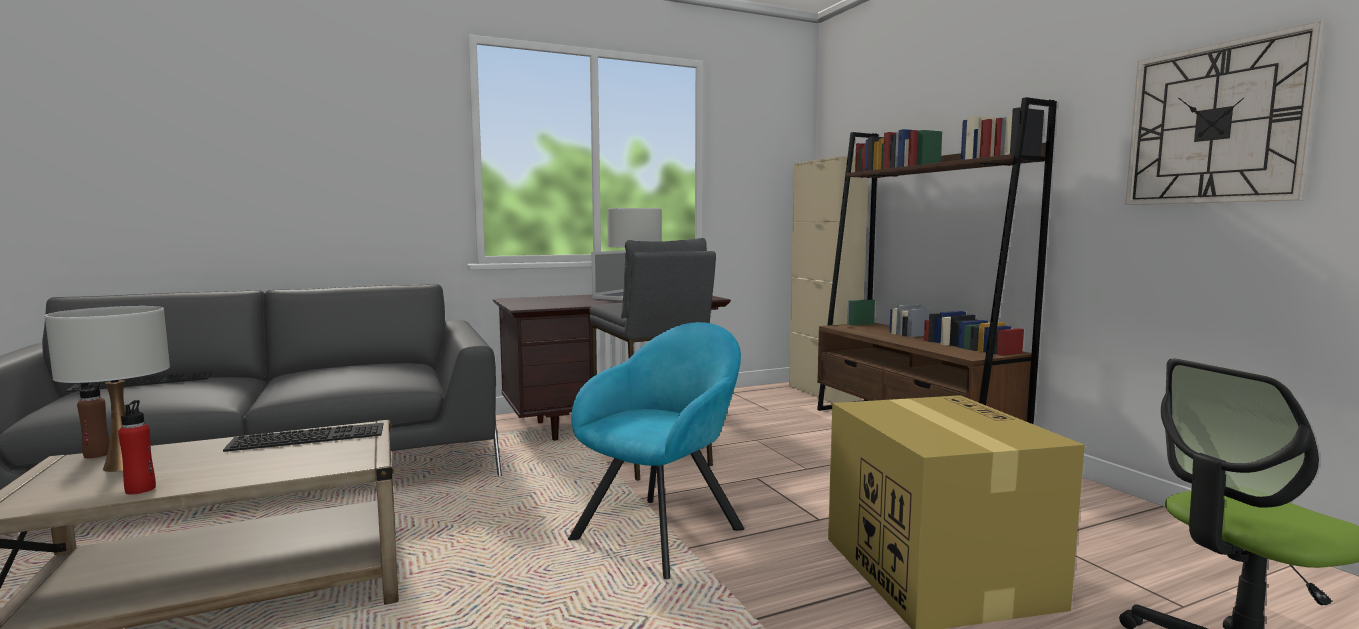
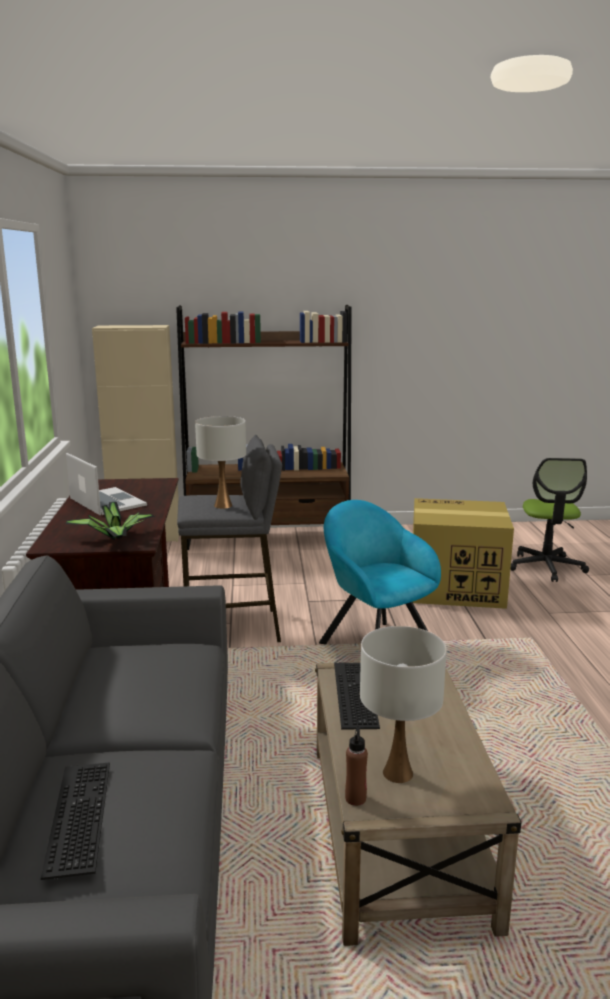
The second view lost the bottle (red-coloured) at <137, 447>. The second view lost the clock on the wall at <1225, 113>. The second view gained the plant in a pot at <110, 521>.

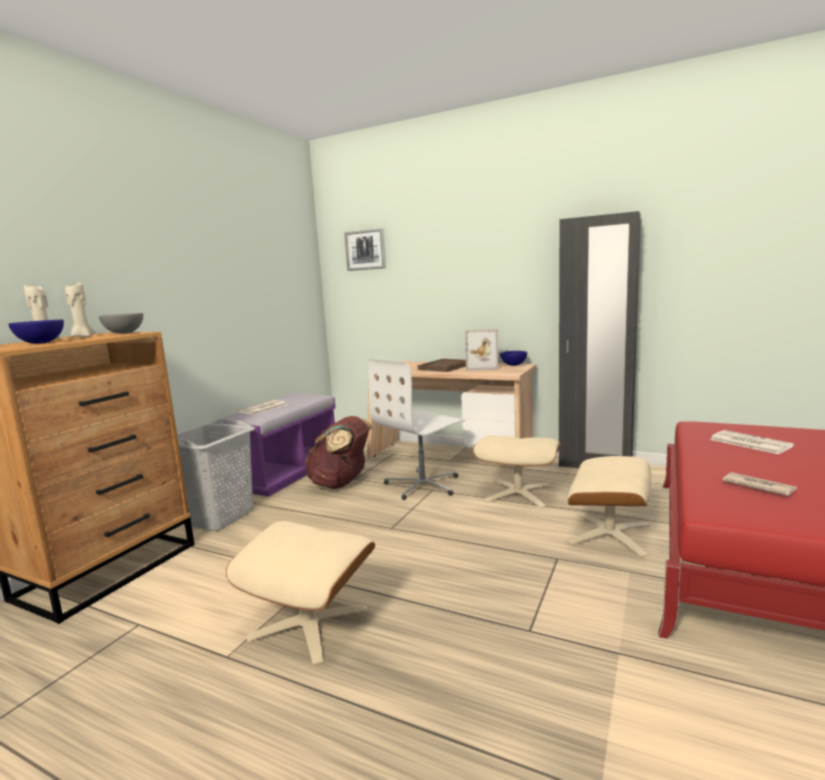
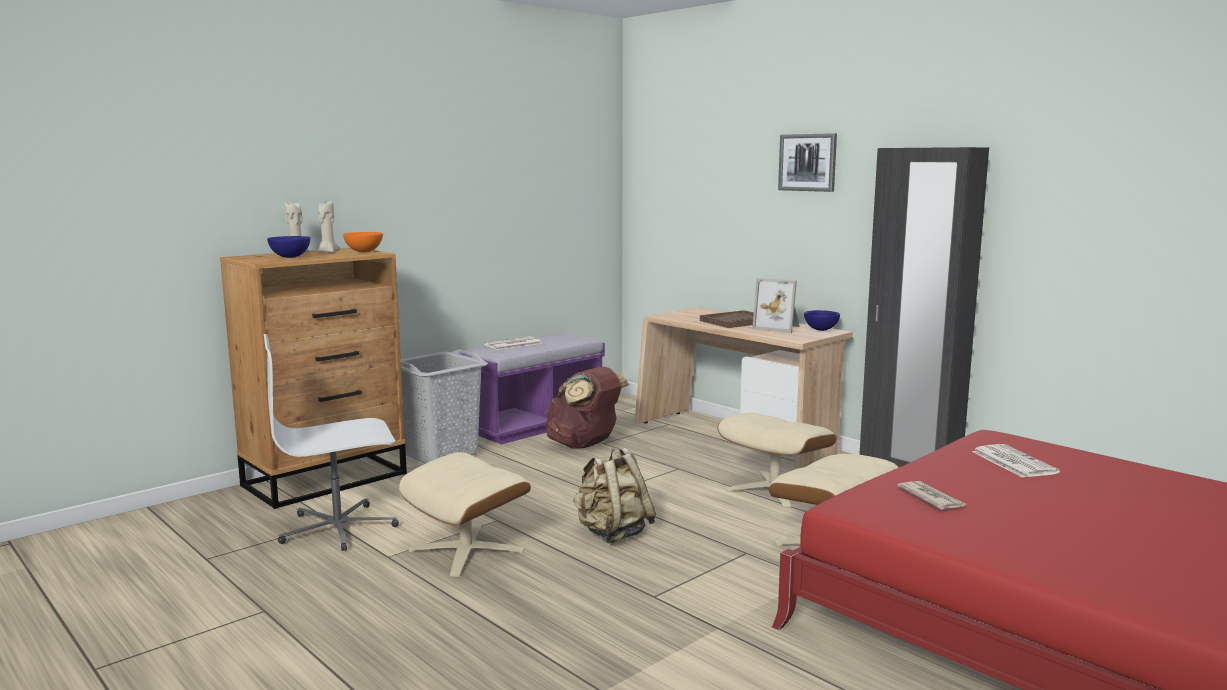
The second view gained the backpack (beige) at <614, 495>. The picture ended up elsewhere, having gone from <365, 249> to <807, 162>. The desk chair (white) ended up elsewhere, having gone from <416, 429> to <331, 442>. What was the bowl (greyish) at <121, 323> turned into the bowl (orangey) at <363, 242>.

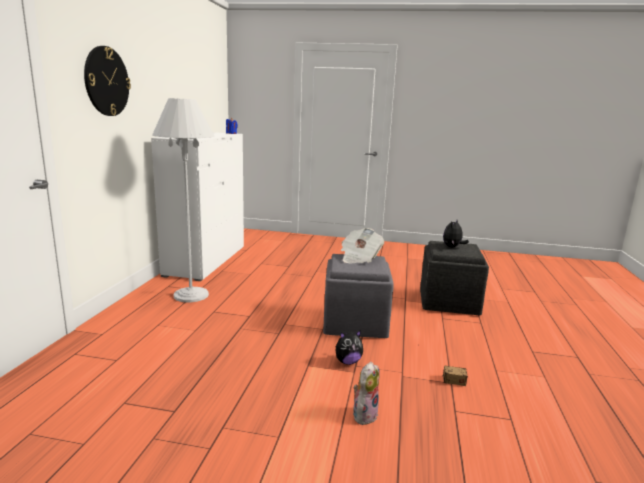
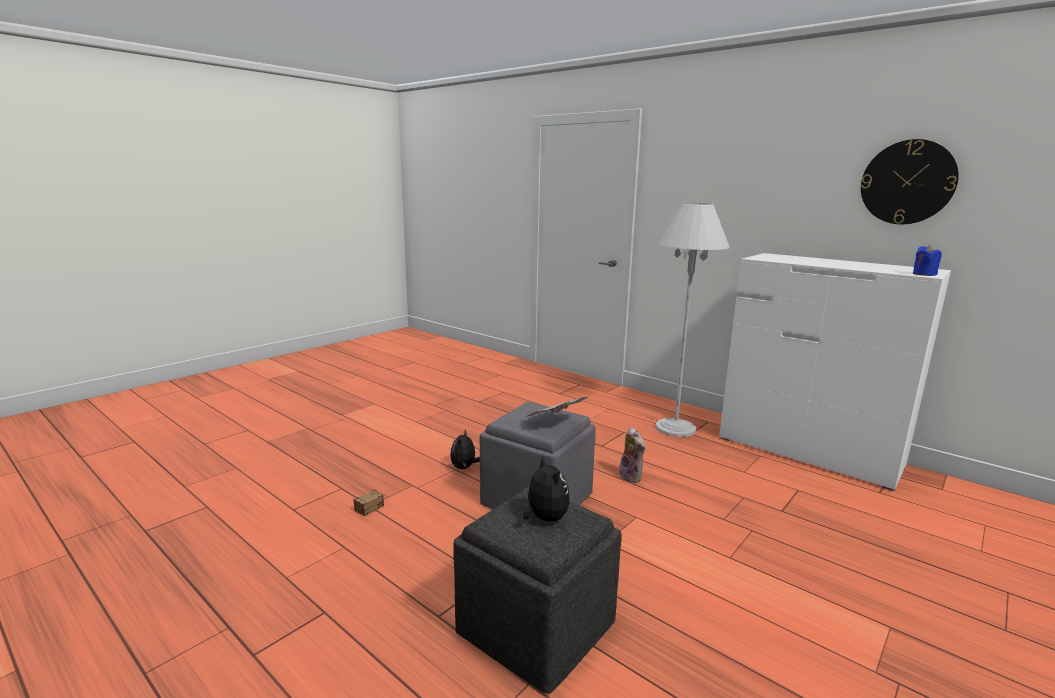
The clock on the wall ended up elsewhere, having gone from <107, 81> to <910, 181>. The plush toy ended up elsewhere, having gone from <366, 393> to <632, 455>.

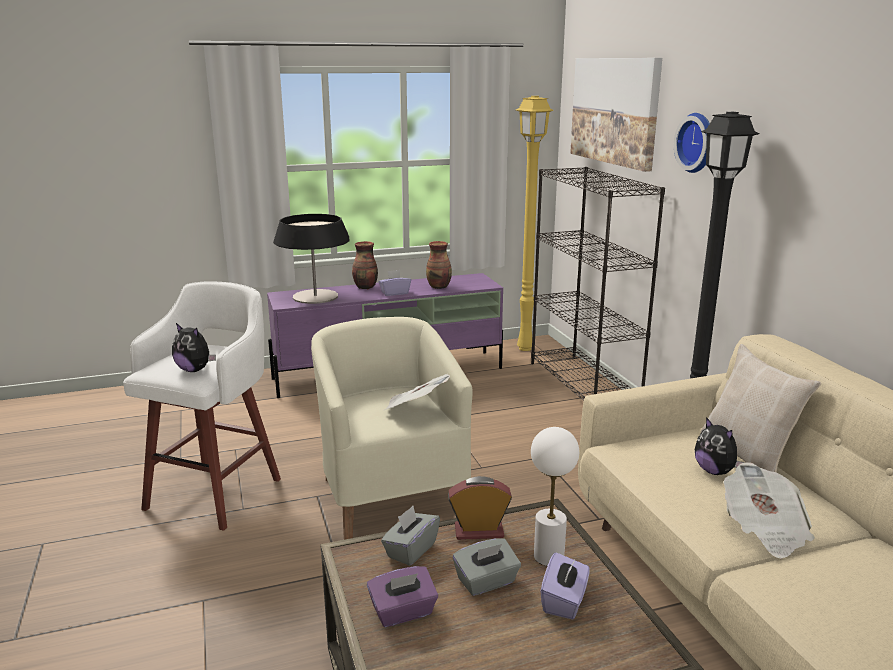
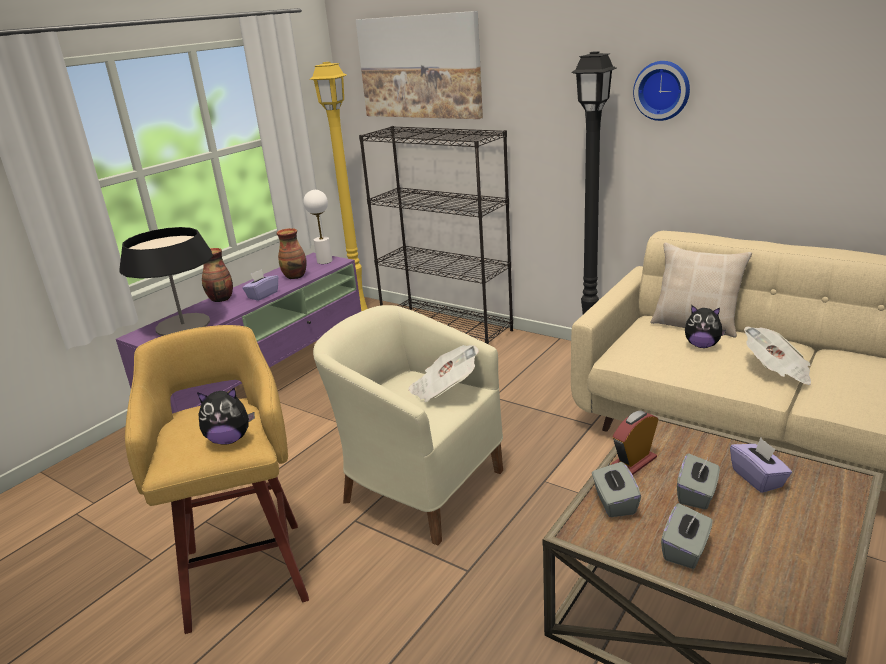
The lamp for a table (white) ended up elsewhere, having gone from <555, 496> to <317, 227>. The clock on the wall ended up elsewhere, having gone from <692, 143> to <661, 91>. What was the stool seat (white) at <202, 406> turned into the stool seat (yellowish) at <217, 479>. What was the box of tissues (purplish) at <402, 596> turned into the box of tissues (greyish) at <686, 536>.

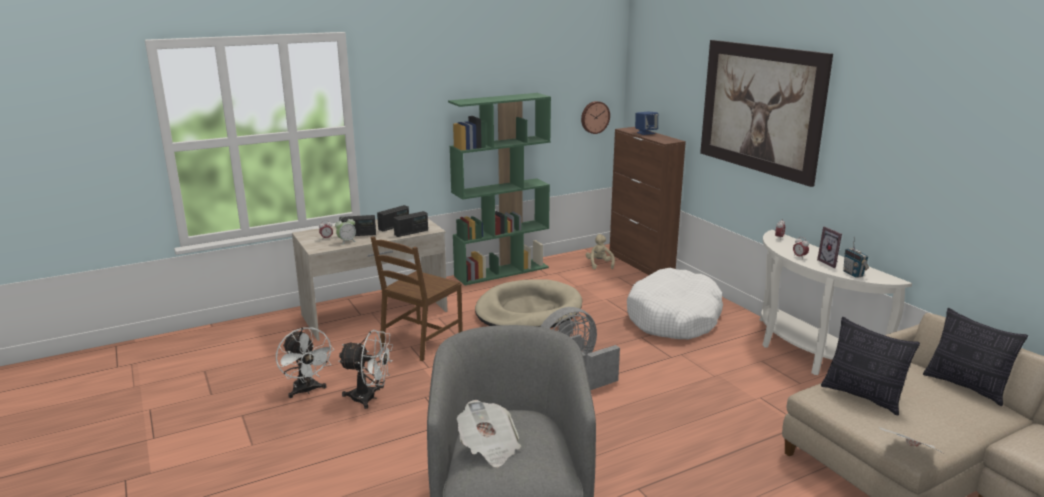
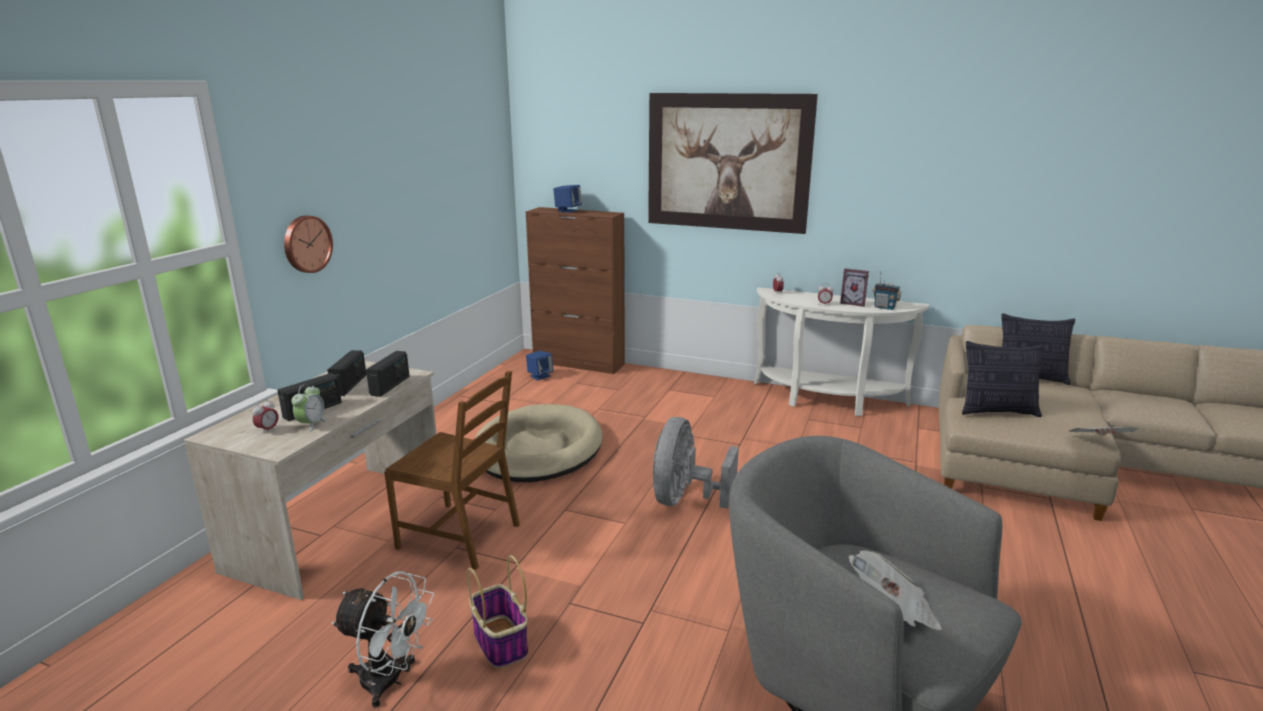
The second view lost the bookcase (greenish) at <499, 189>. The second view lost the dog bed (white) at <675, 303>. The clock on the wall ended up elsewhere, having gone from <595, 117> to <308, 244>. Where the cooling fan (white) stood at <365, 369>, the storage basket came to stand at <497, 611>. Where the plush toy (beige) stood at <600, 252>, the speaker (blue) came to stand at <540, 365>. The upright chair (brownish) at <416, 299> ended up facing another way, 60 degrees counterclockwise from before.

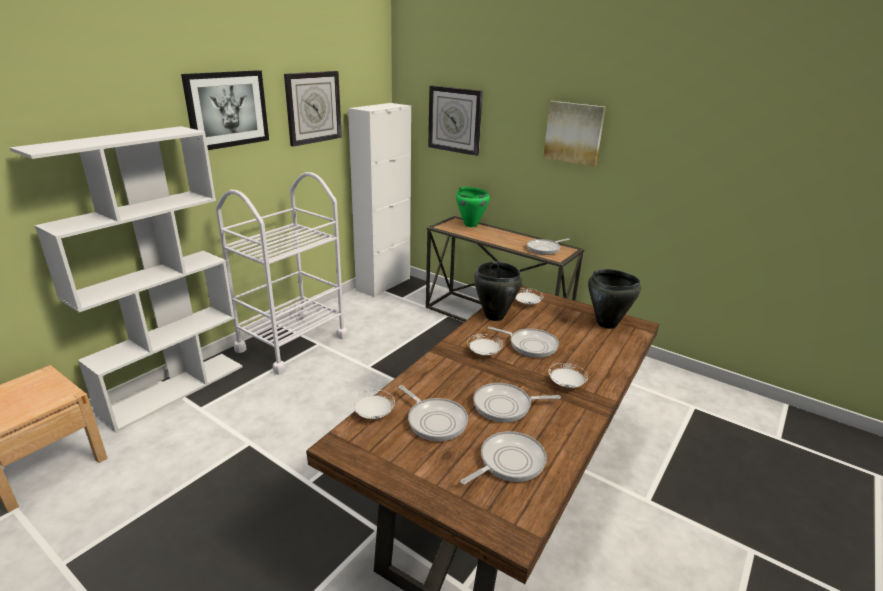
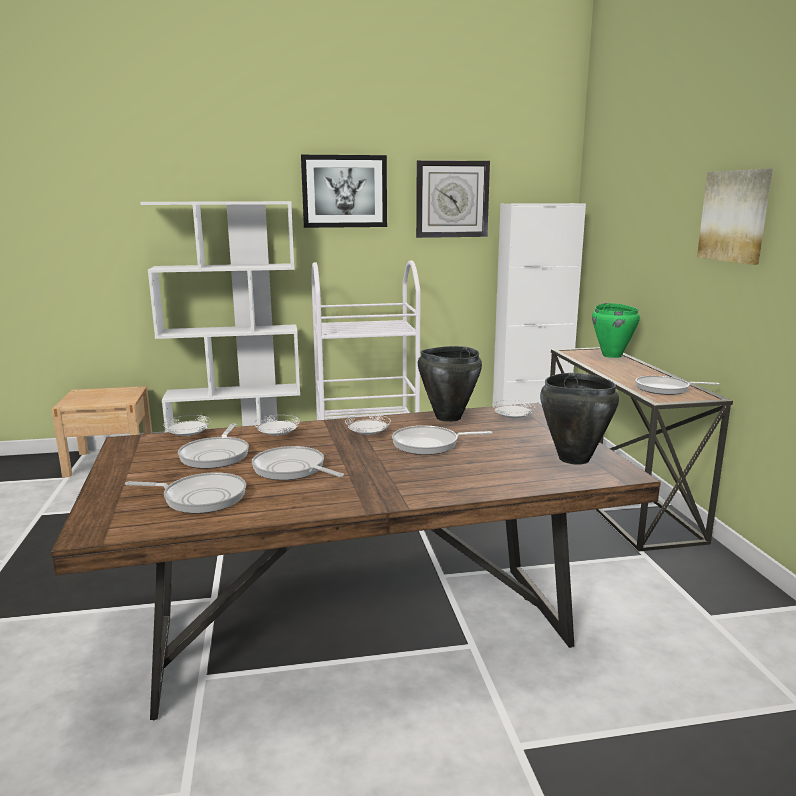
The second view lost the clock on the wall at <455, 121>. The flat dish (white) ended up elsewhere, having gone from <568, 375> to <277, 425>. The skillet at <523, 342> ended up facing another way, 105 degrees clockwise from before.

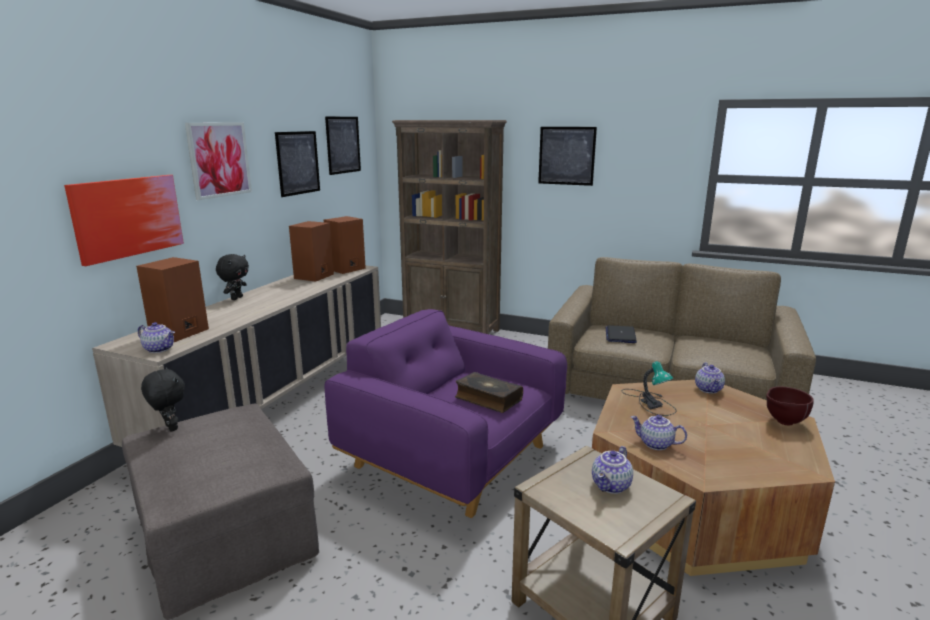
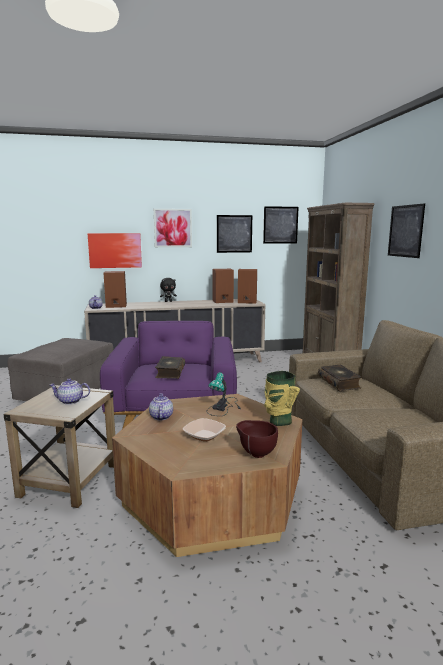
The second view lost the plush toy (black) at <163, 399>. The second view gained the bowl at <204, 430>. Where the portable computer stood at <621, 334>, the book came to stand at <339, 378>. Where the teapot stood at <710, 377>, the decorative vase came to stand at <282, 398>.

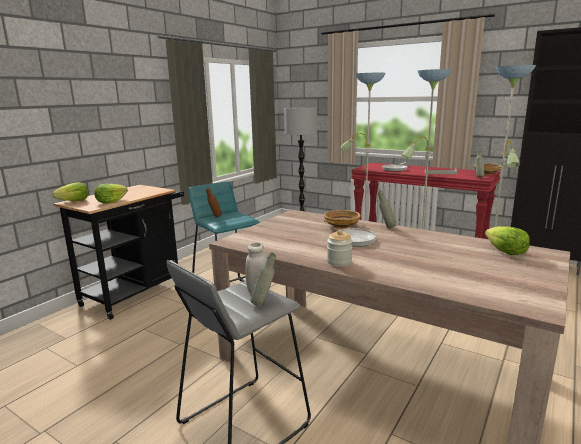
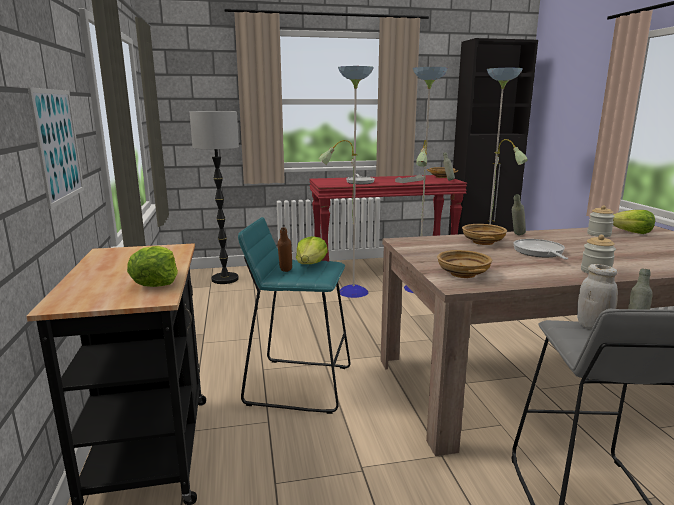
The second view gained the picture at <56, 148>. The second view gained the bowl (beige) at <464, 264>. The second view gained the preserve jar at <601, 221>. The lettuce head ended up elsewhere, having gone from <70, 191> to <312, 250>.

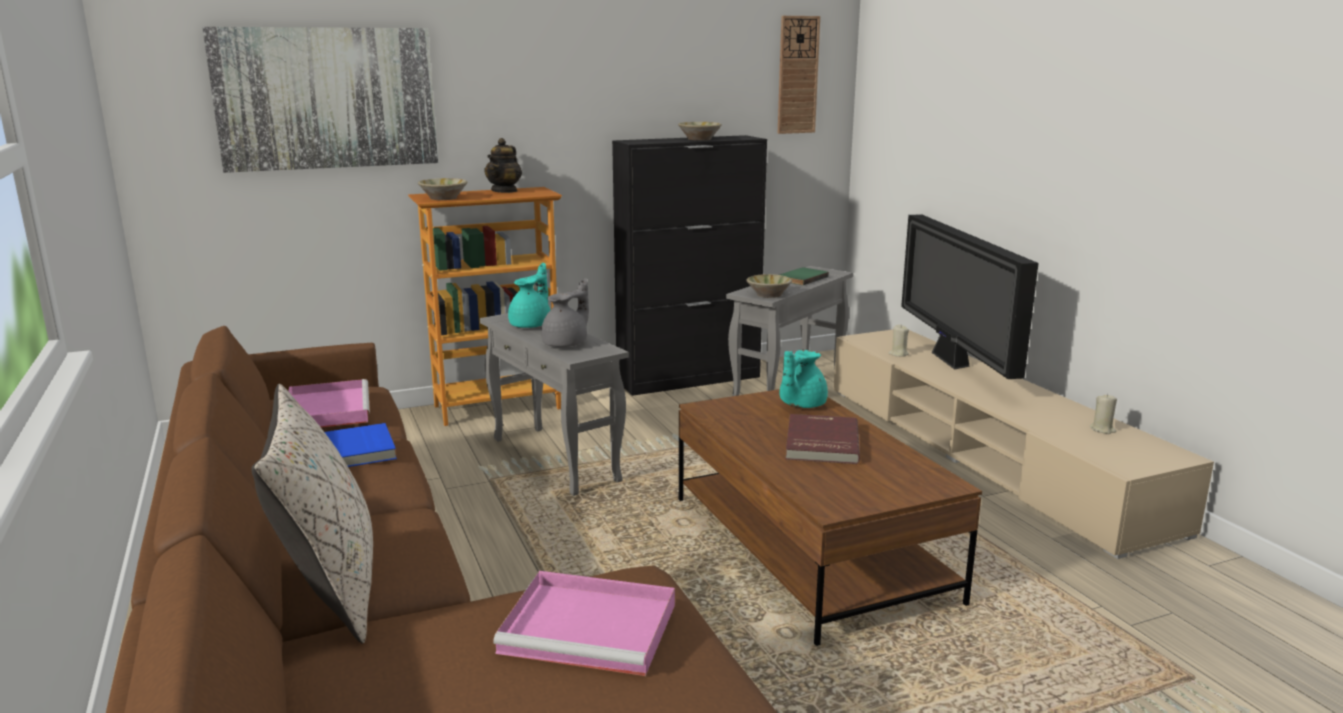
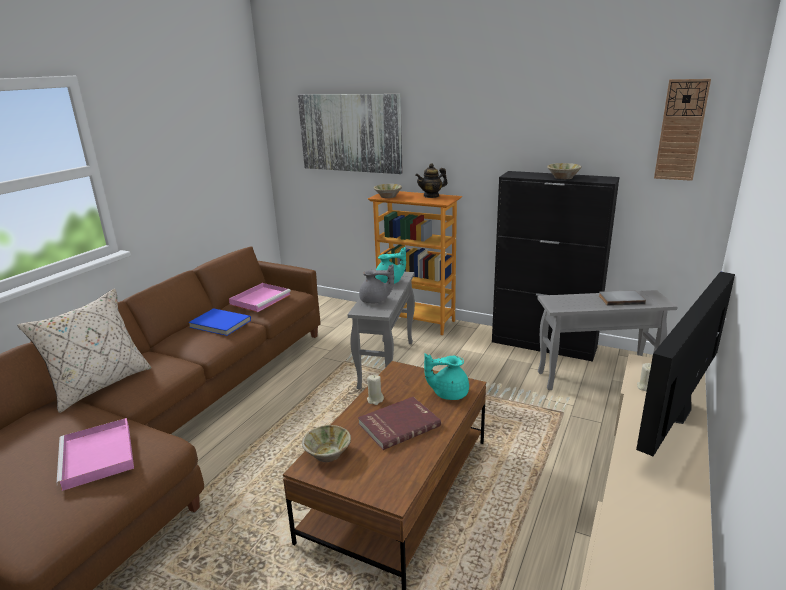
The bowl (beige) ended up elsewhere, having gone from <769, 286> to <326, 443>. The wax candle (beige) ended up elsewhere, having gone from <1103, 414> to <375, 390>. What was the book (greenish) at <804, 276> turned into the book (greyish) at <622, 298>.

